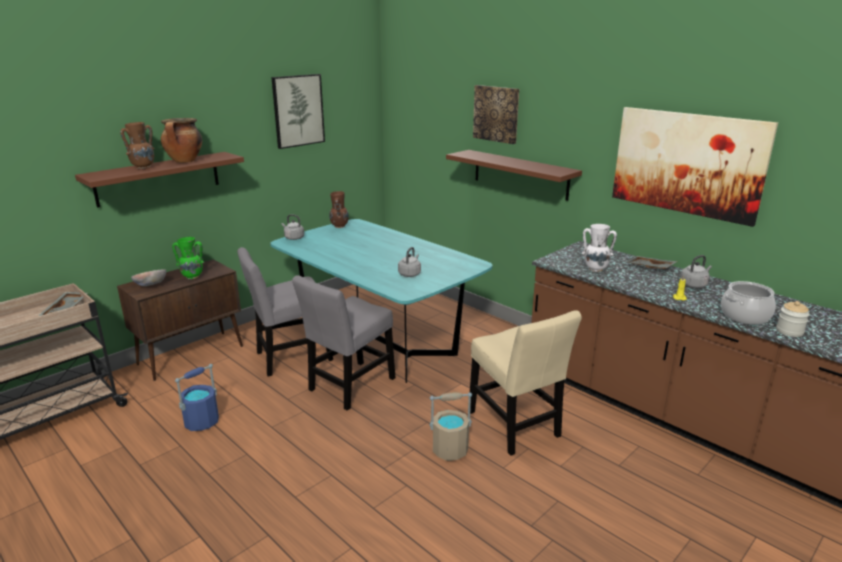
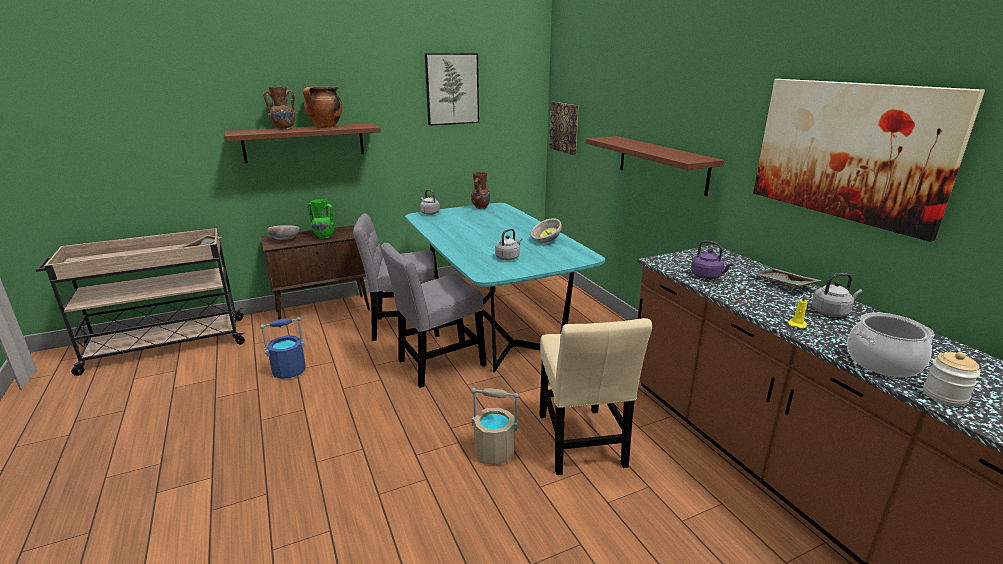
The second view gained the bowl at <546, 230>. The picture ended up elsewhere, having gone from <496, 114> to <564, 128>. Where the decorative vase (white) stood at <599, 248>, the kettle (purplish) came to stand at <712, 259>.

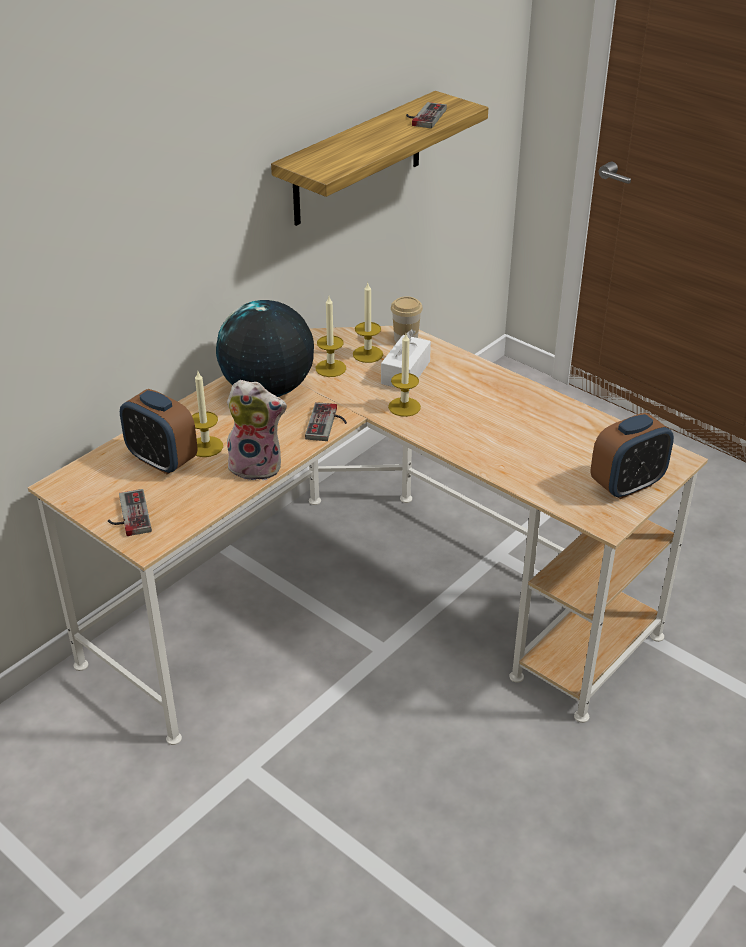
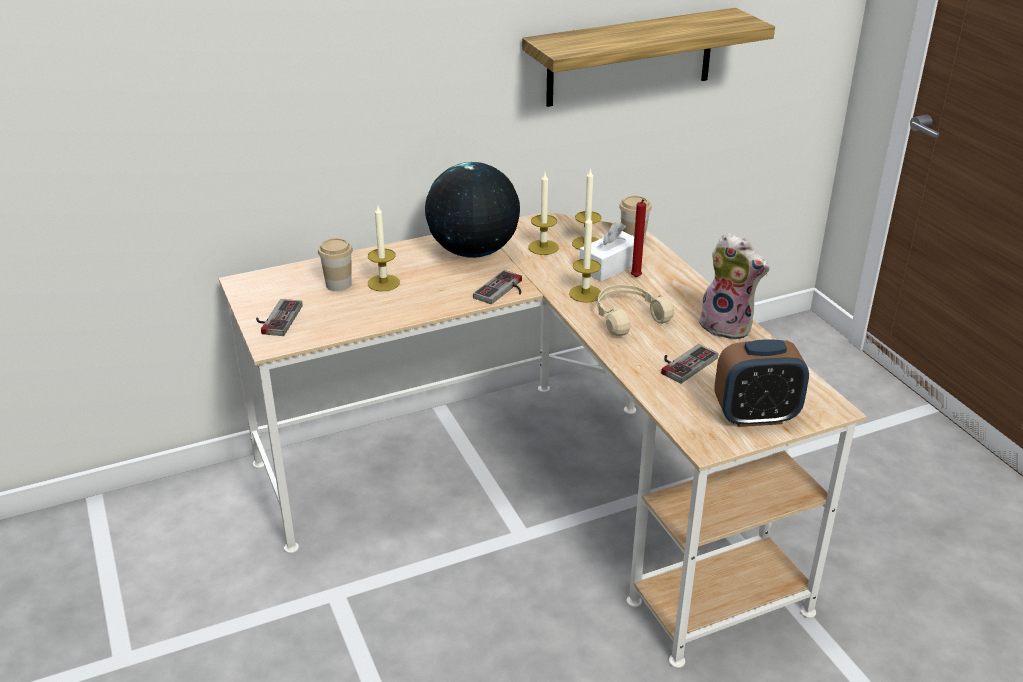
The second view gained the pair of headphones (beige) at <635, 310>. The second view gained the wax candle (red-coloured) at <638, 238>. The plush toy ended up elsewhere, having gone from <255, 430> to <733, 286>. The game controller ended up elsewhere, having gone from <426, 115> to <689, 364>. Where the alarm clock stood at <158, 432>, the small cup came to stand at <335, 264>.

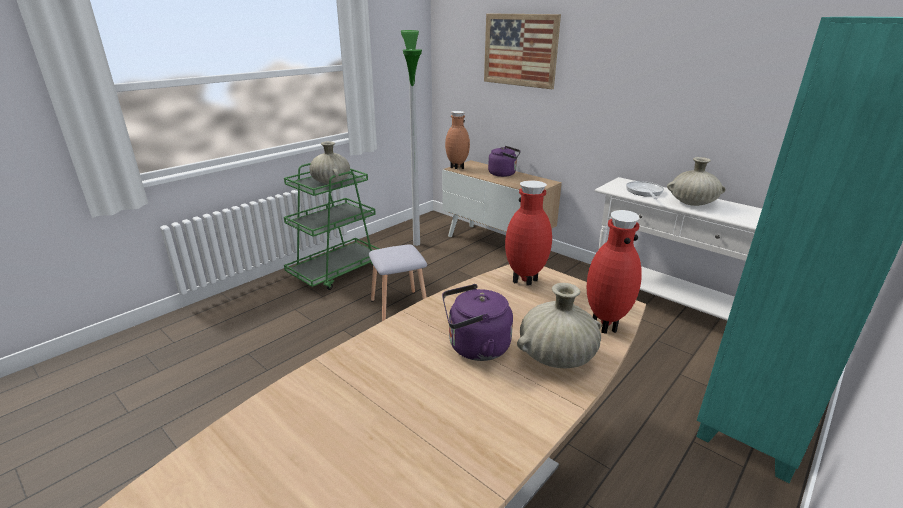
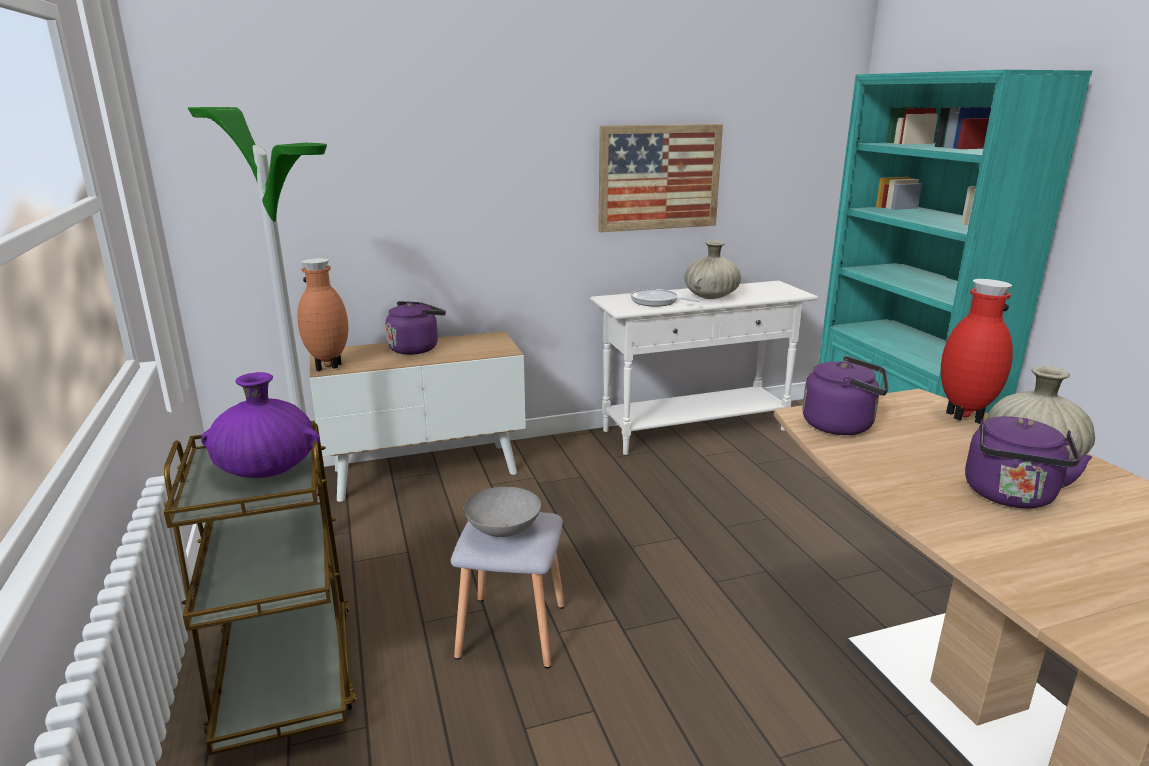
The second view gained the bowl (greyish) at <502, 512>. The picture ended up elsewhere, having gone from <522, 51> to <660, 178>. Where the decorative vase (red-coloured) stood at <528, 233>, the kettle (purplish) came to stand at <845, 395>. What was the cart (greenish) at <332, 226> turned into the cart (brownish) at <260, 588>. What was the decorative vase (beige) at <329, 162> turned into the decorative vase (purplish) at <260, 425>.

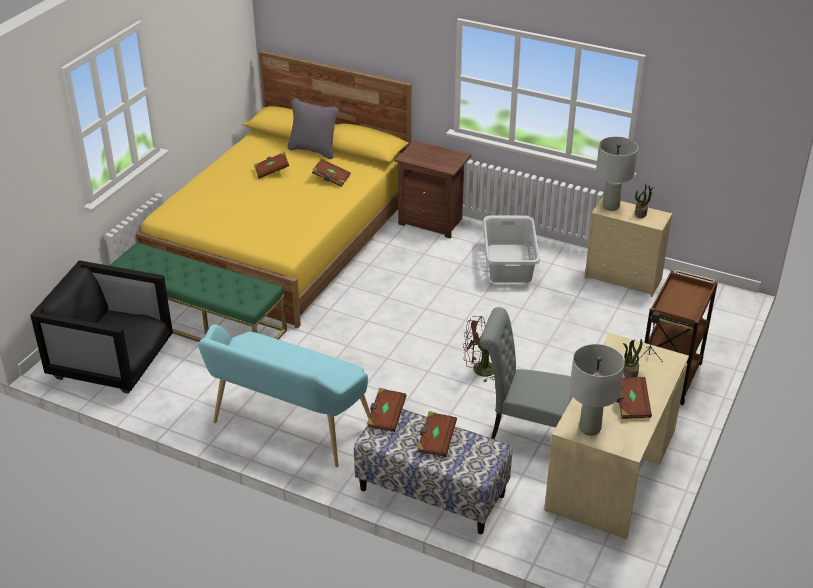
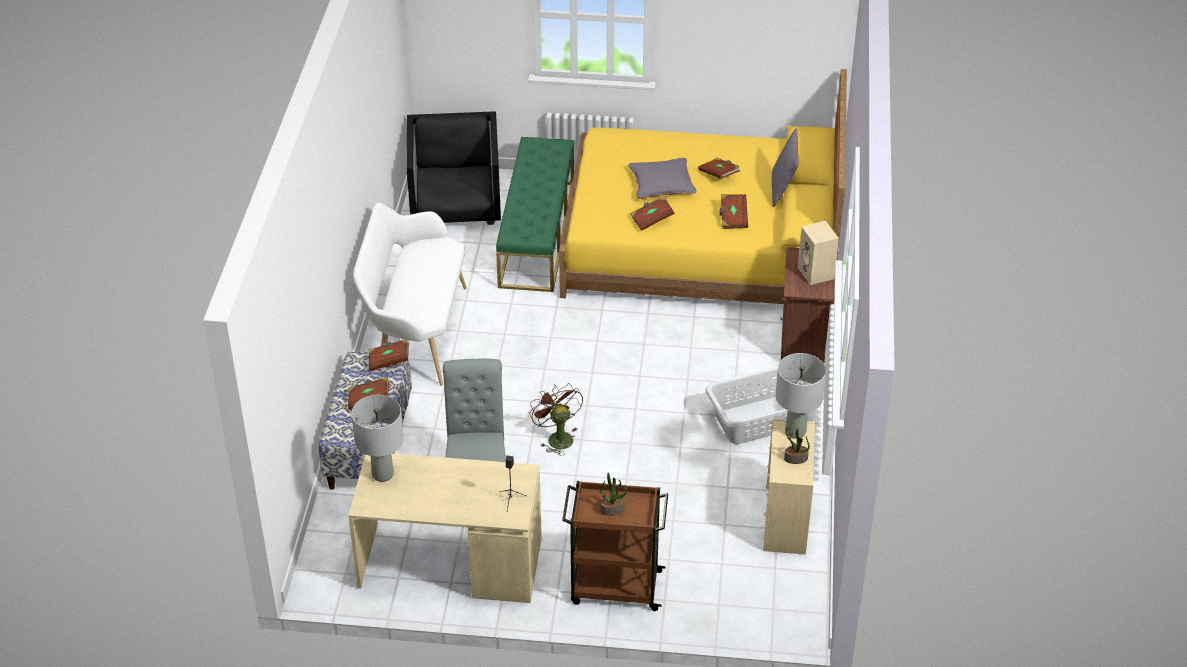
The second view gained the pillow (greyish) at <662, 178>. The second view gained the speaker (beige) at <818, 253>. The book (brownish) ended up elsewhere, having gone from <634, 398> to <652, 213>. The plant in a pot ended up elsewhere, having gone from <633, 358> to <613, 494>. What was the bench (turquoise) at <284, 395> turned into the bench (white) at <410, 294>.

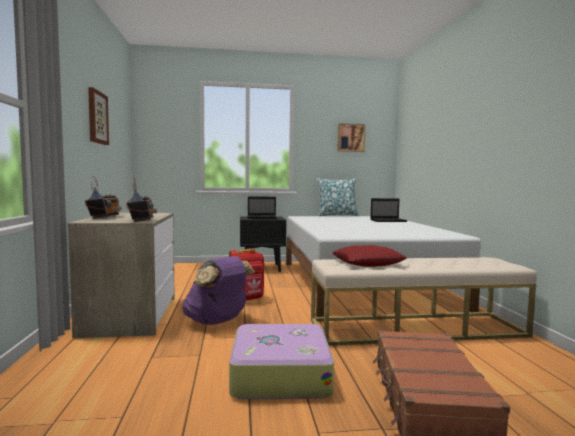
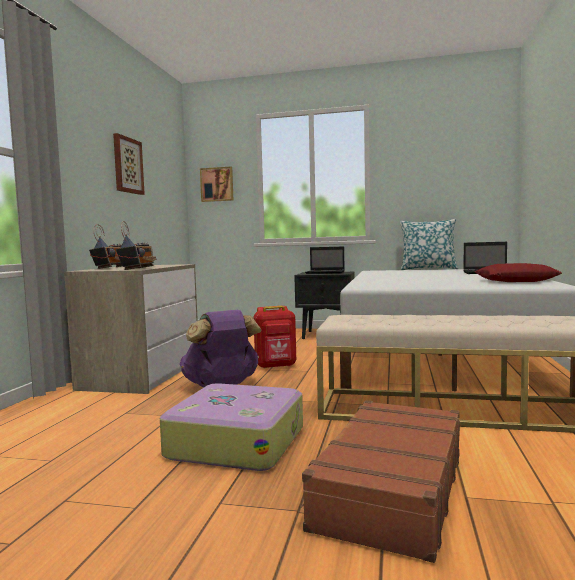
The pillow (red-coloured) ended up elsewhere, having gone from <369, 256> to <518, 272>. The picture ended up elsewhere, having gone from <351, 137> to <216, 184>.

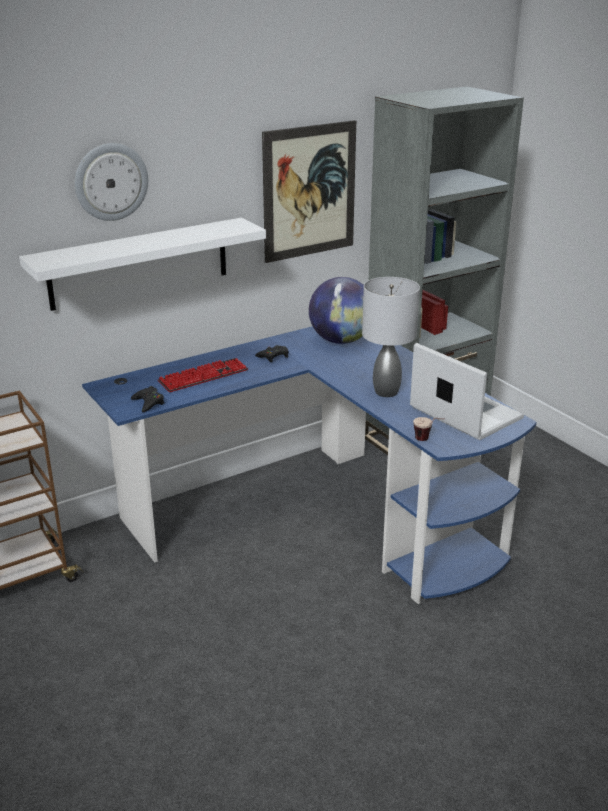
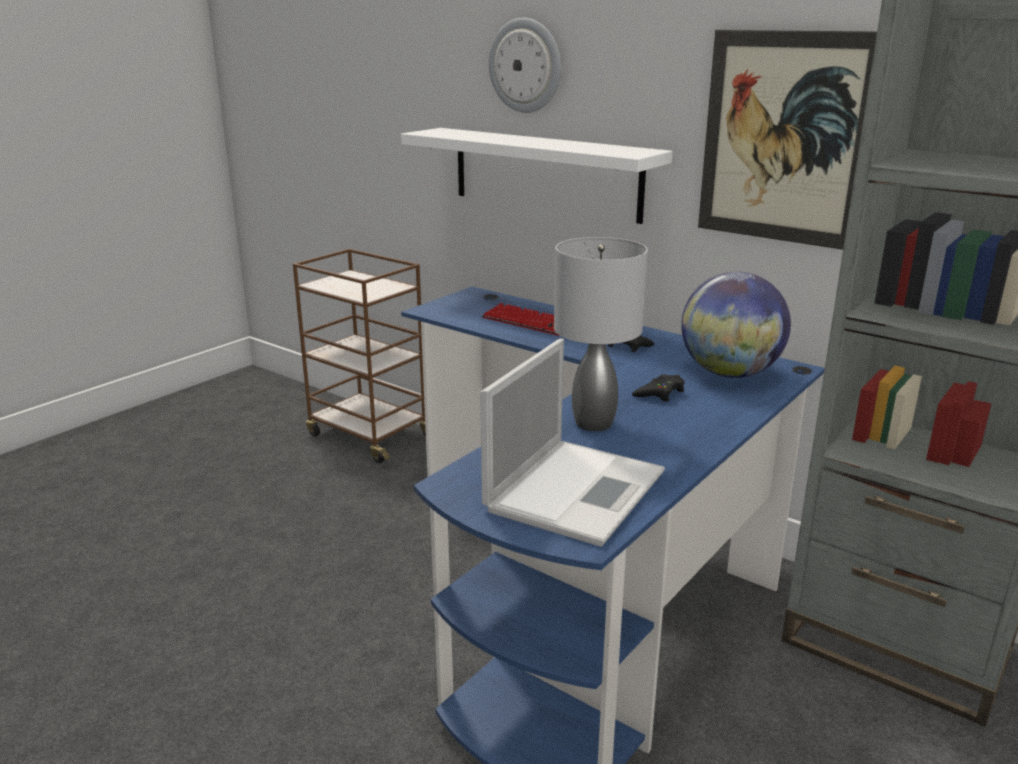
The second view lost the small cup at <429, 429>. The game controller (black) ended up elsewhere, having gone from <147, 399> to <658, 388>.

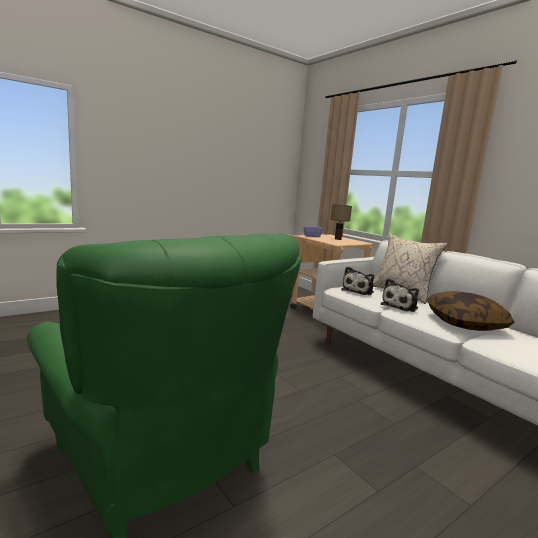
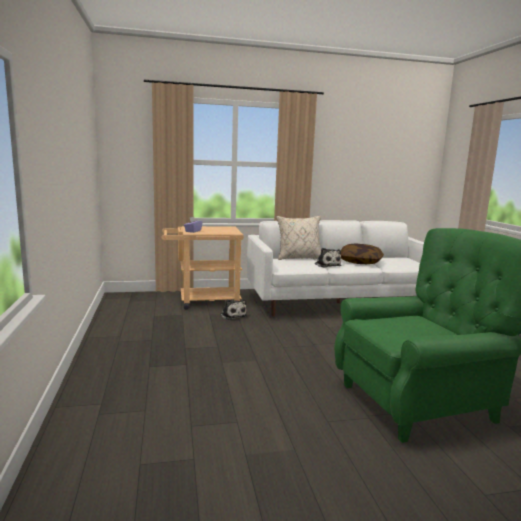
The second view lost the lamp for a table at <341, 222>. The plush toy ended up elsewhere, having gone from <357, 280> to <233, 309>.

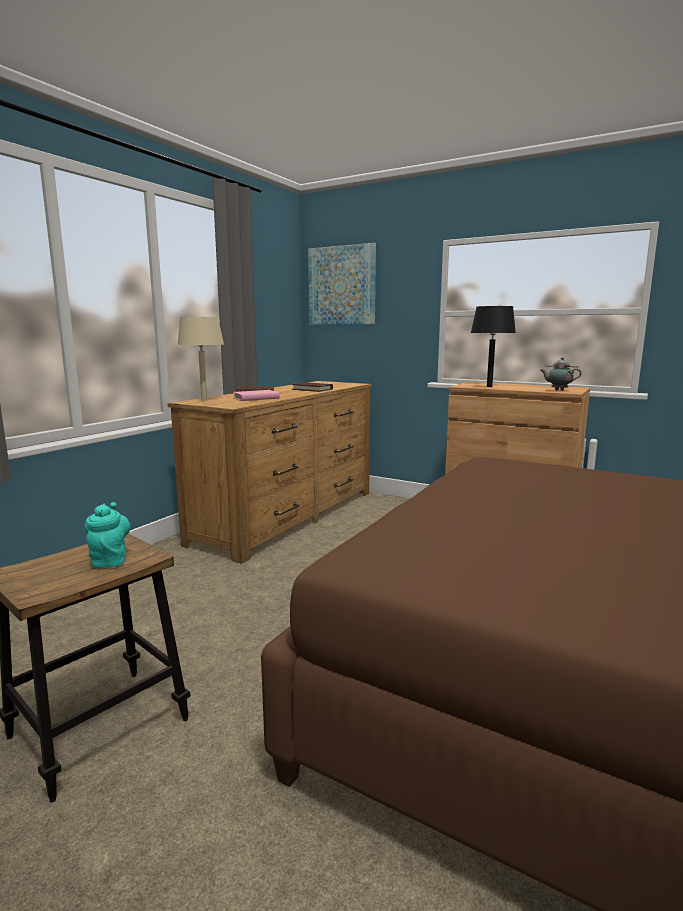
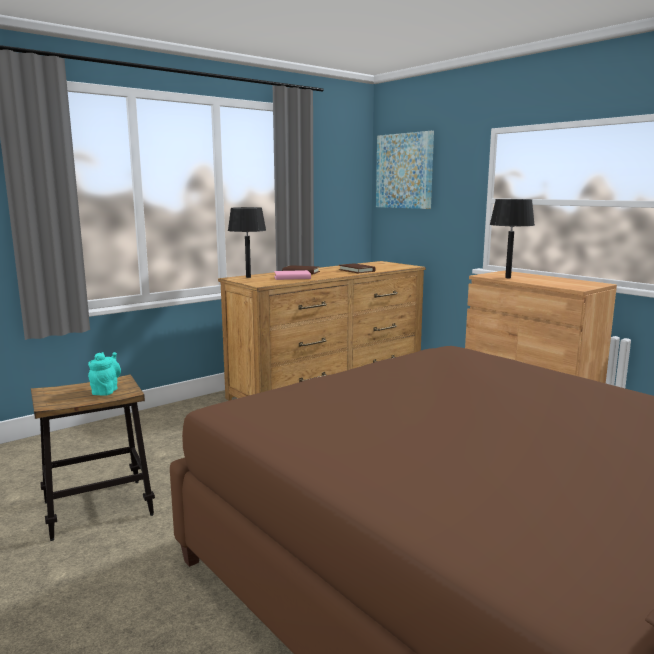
The second view lost the teapot at <561, 374>. What was the lamp for a table (beige) at <200, 359> turned into the lamp for a table (black) at <247, 242>.

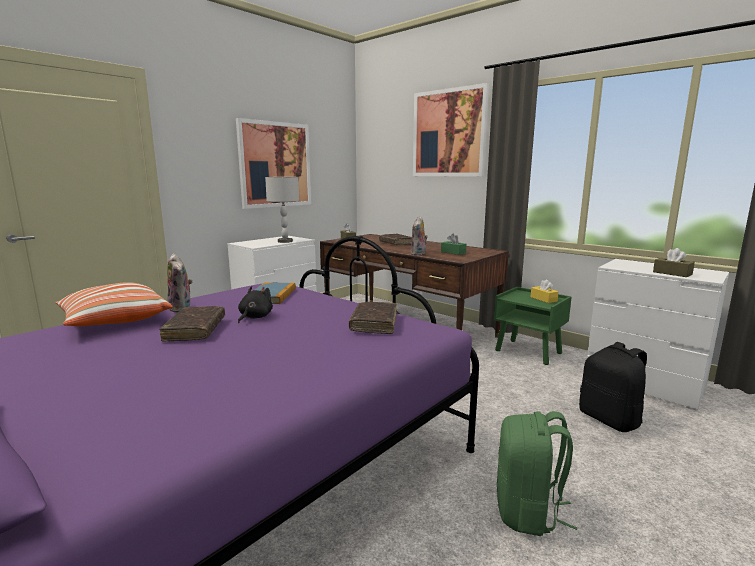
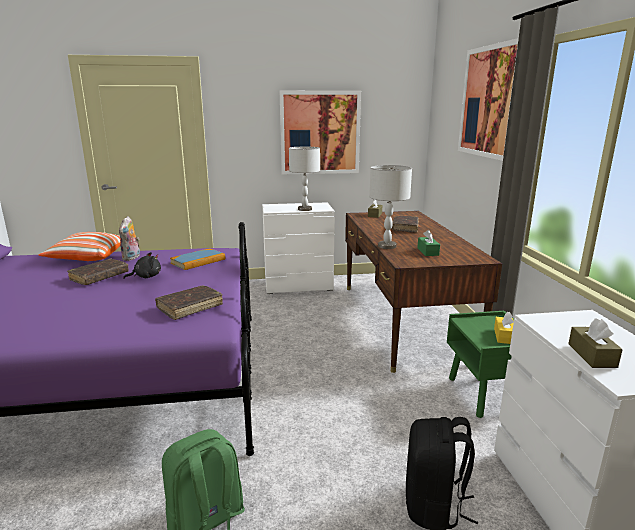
Where the plush toy stood at <419, 236>, the lamp for a table (greyish) came to stand at <390, 207>.

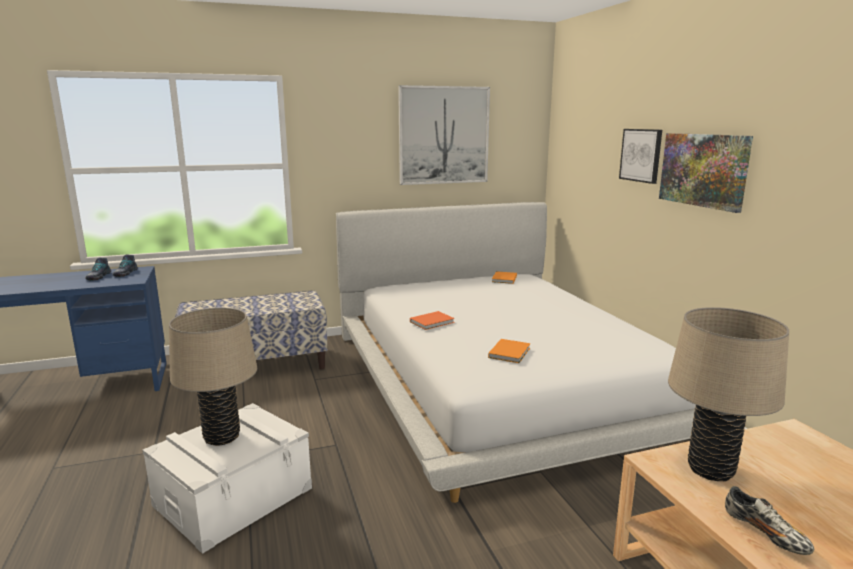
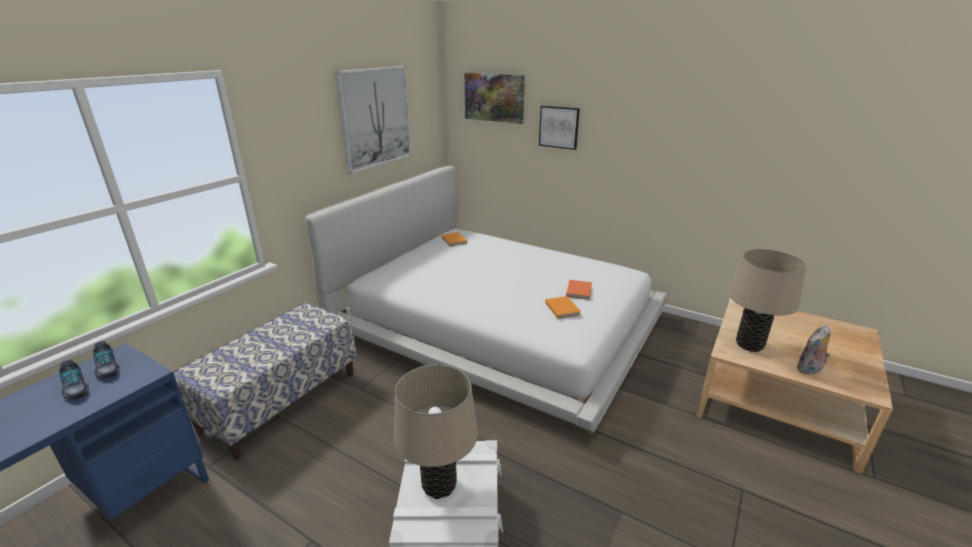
The book (orangey) ended up elsewhere, having gone from <432, 320> to <579, 290>. The picture ended up elsewhere, having gone from <706, 173> to <494, 98>. Where the low shoe stood at <769, 520>, the plush toy came to stand at <813, 350>.

